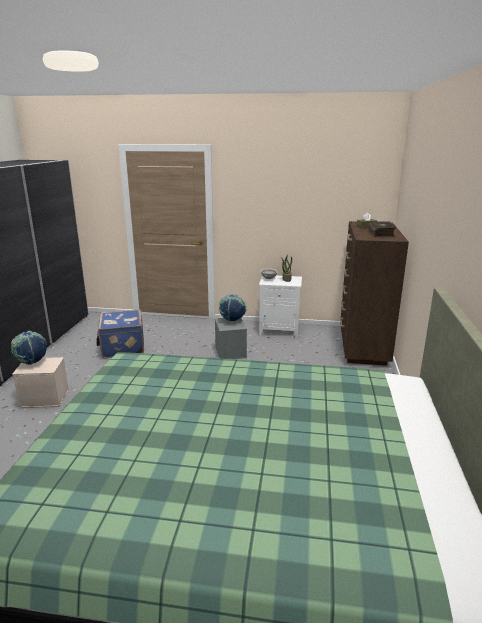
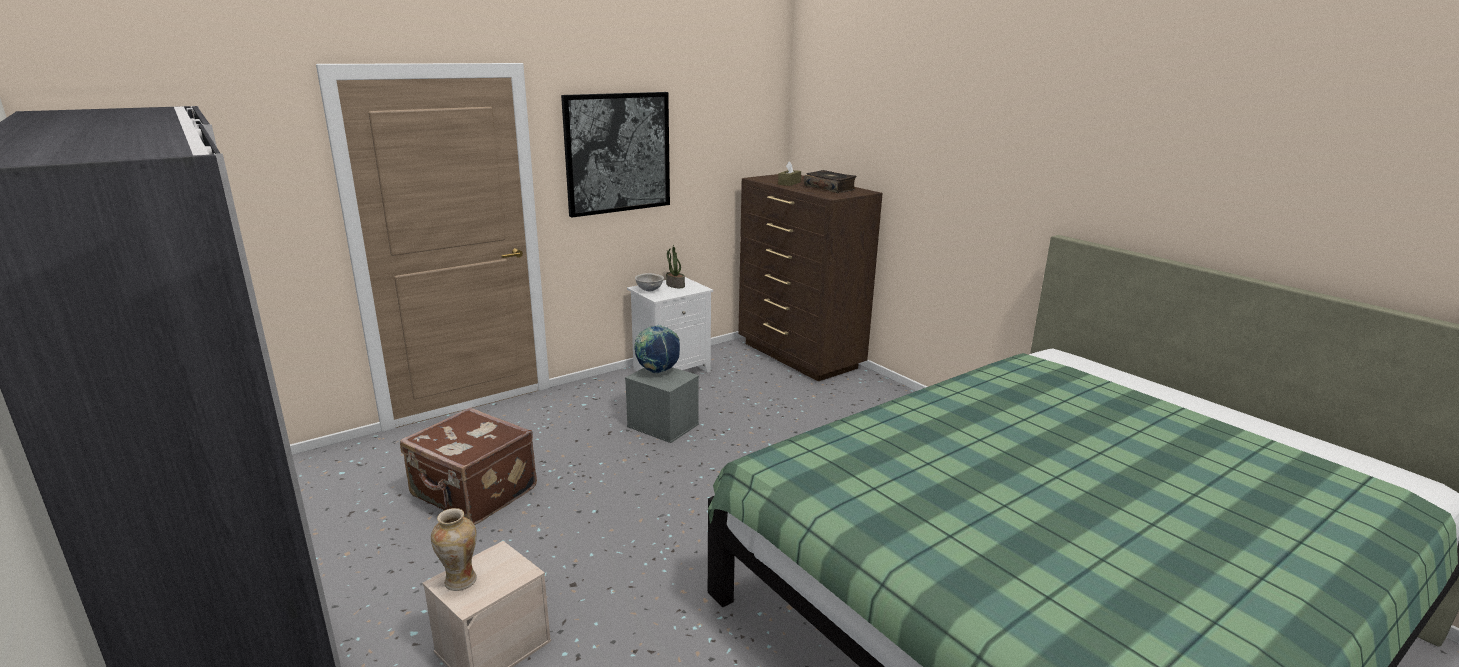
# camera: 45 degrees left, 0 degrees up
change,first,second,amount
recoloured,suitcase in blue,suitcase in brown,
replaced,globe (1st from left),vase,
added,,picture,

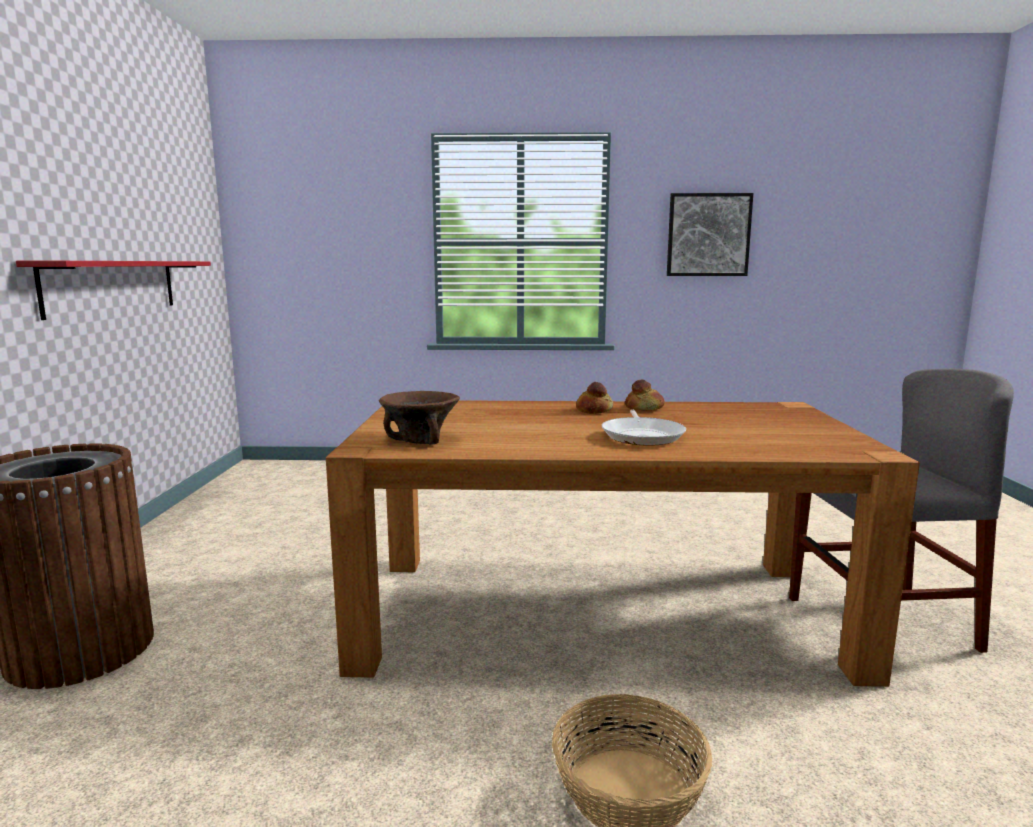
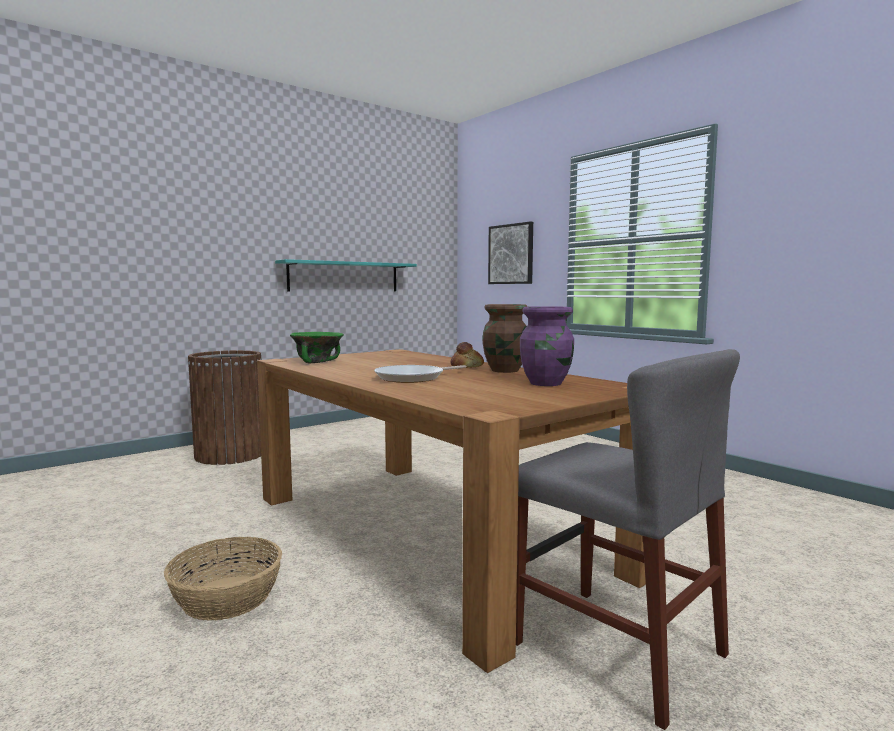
# camera: 50 degrees right, 5 degrees down
change,first,second,amount
recoloured,shelf in red,shelf in turquoise,
recoloured,bowl in brown,bowl in green,
replaced,bread (2nd from left),vase in brown,
moved,picture,,
added,,vase in purple,

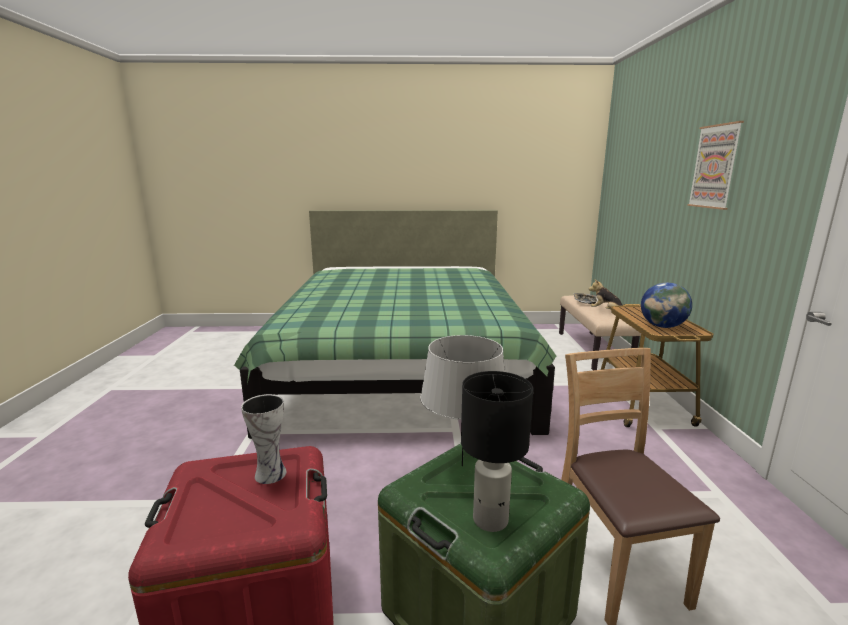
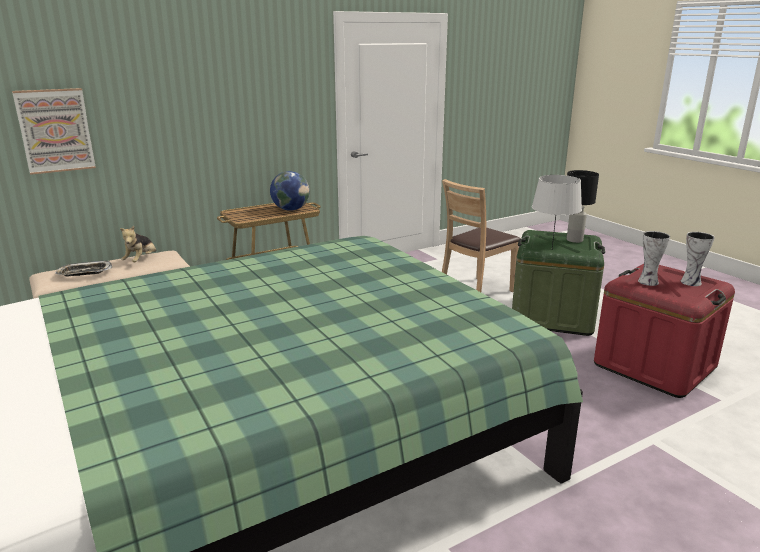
# camera: 120 degrees left, 5 degrees up
change,first,second,amount
moved,picture,,
added,,vase (2nd from left),

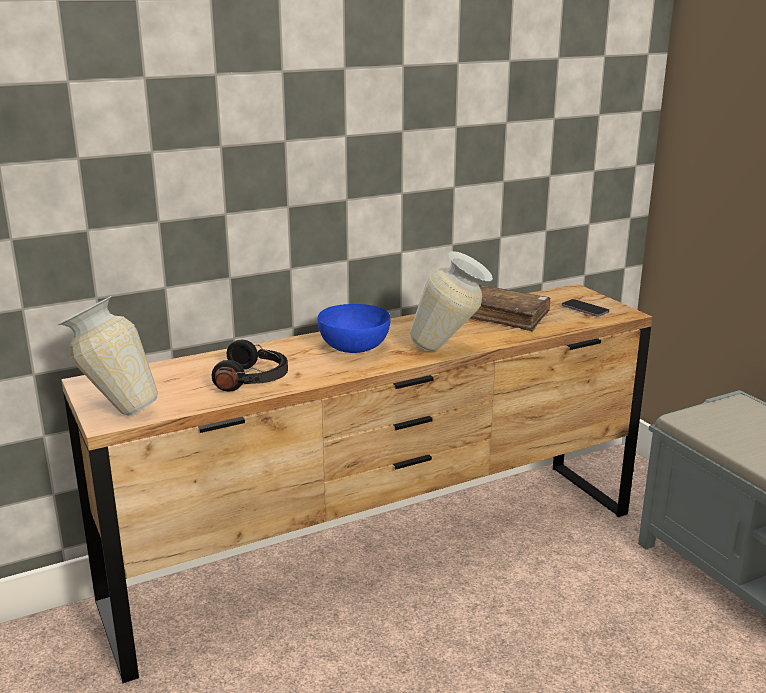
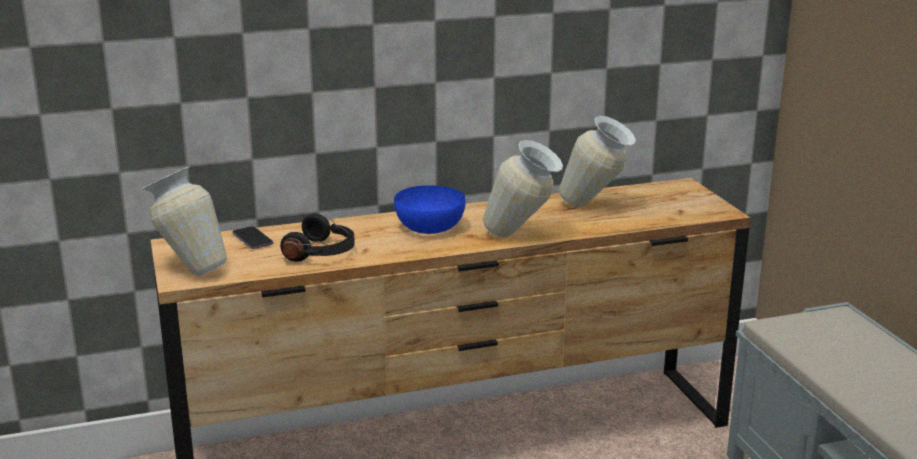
# camera: 10 degrees right, 0 degrees up
change,first,second,amount
moved,phone,,
replaced,book in brown,vase (3rd from left),

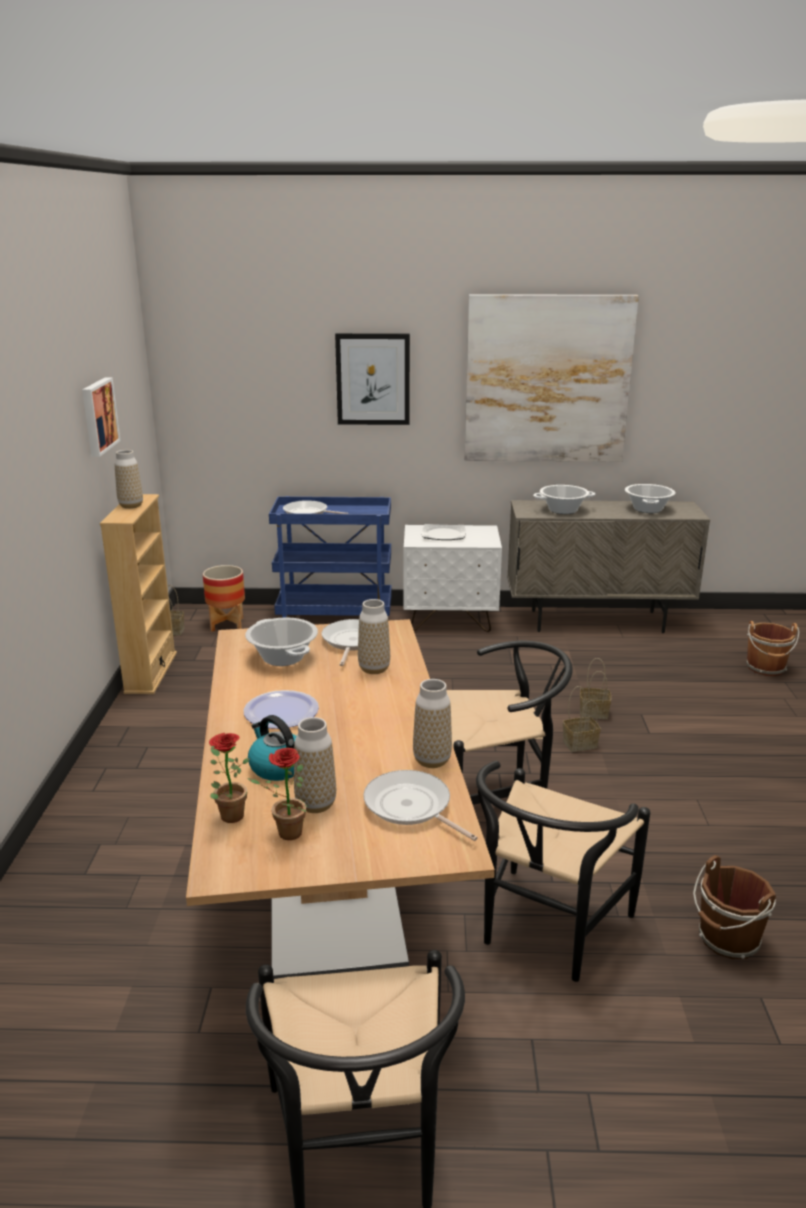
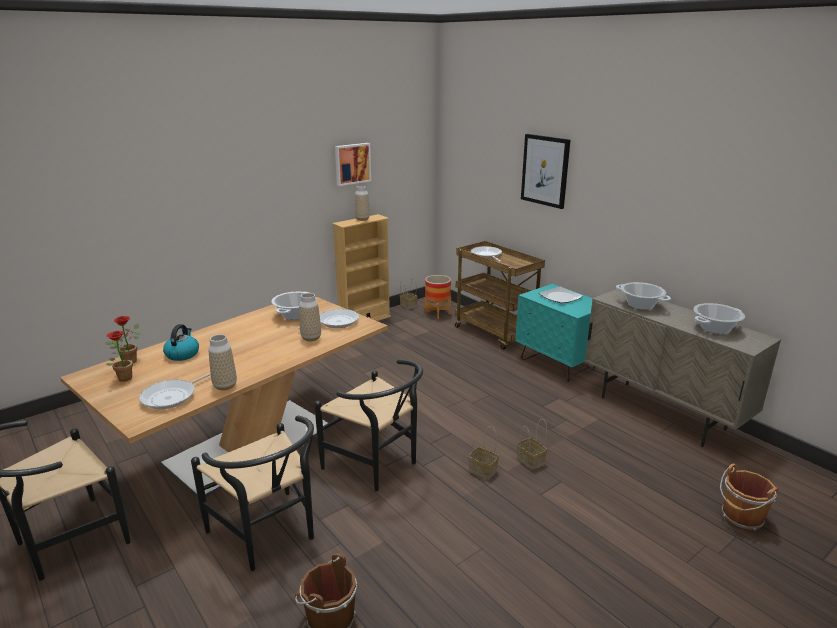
# camera: 50 degrees right, 0 degrees up
change,first,second,amount
turned,frying pan (3rd from left in the first image),frying pan (1st from left),150 degrees counterclockwise
turned,chair in black (3rd from left in the first image),chair in black (2nd from left),120 degrees counterclockwise
recoloured,cart in blue,cart in brown,
recoloured,nightstand in white,nightstand in turquoise,
removed,plate (1st from left),,
removed,vase (2nd from left),,
removed,picture (3rd from left),,

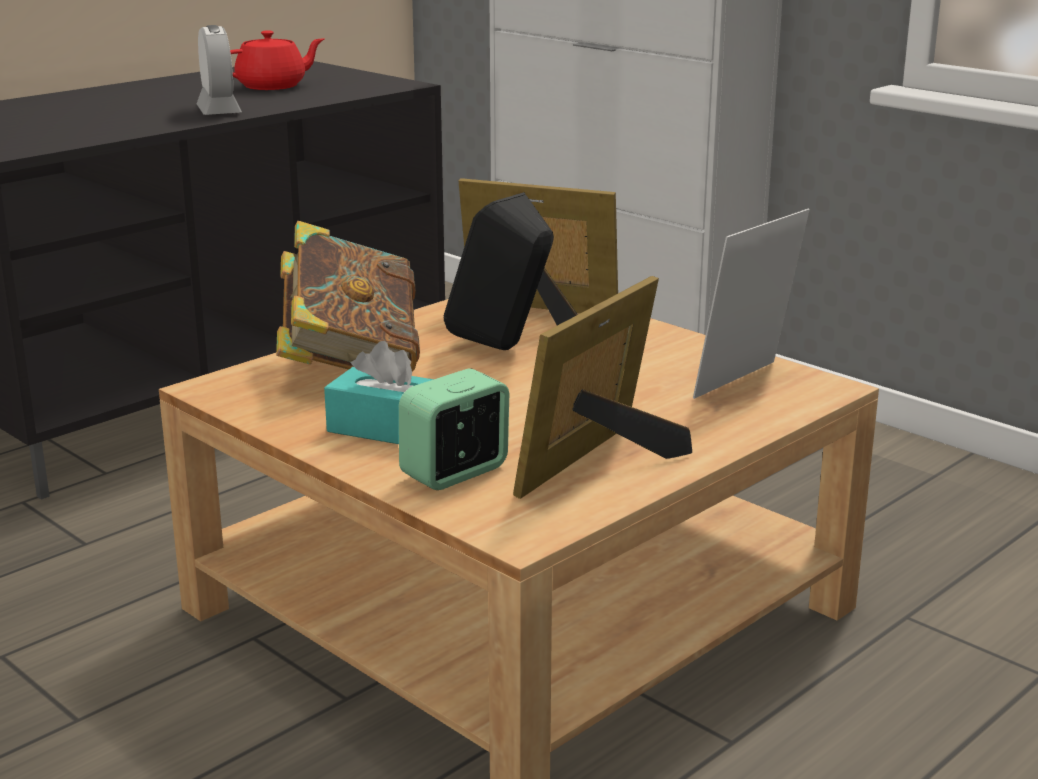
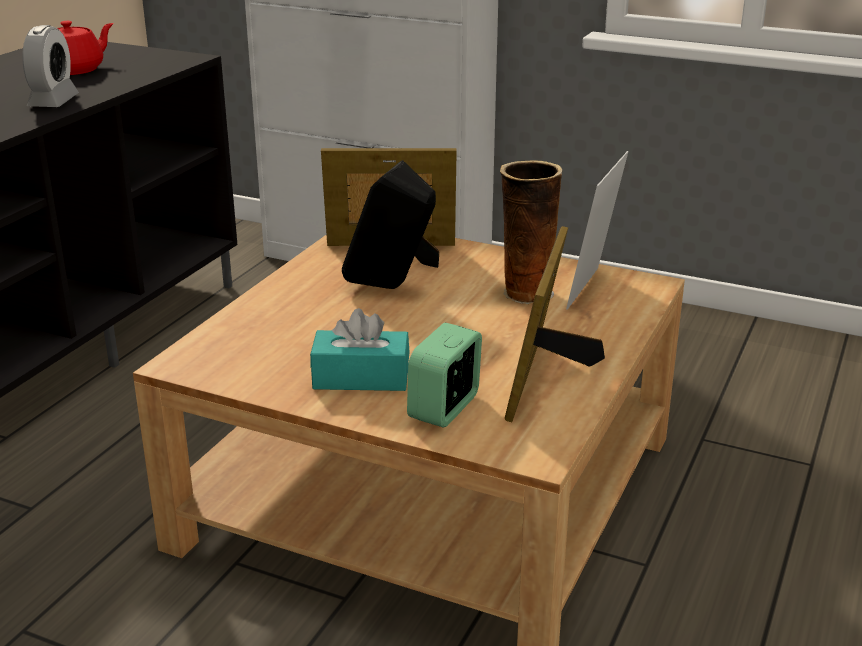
# camera: 20 degrees left, 5 degrees up
change,first,second,amount
turned,alarm clock (1st from left),,45 degrees clockwise
added,,vase,
removed,book,,

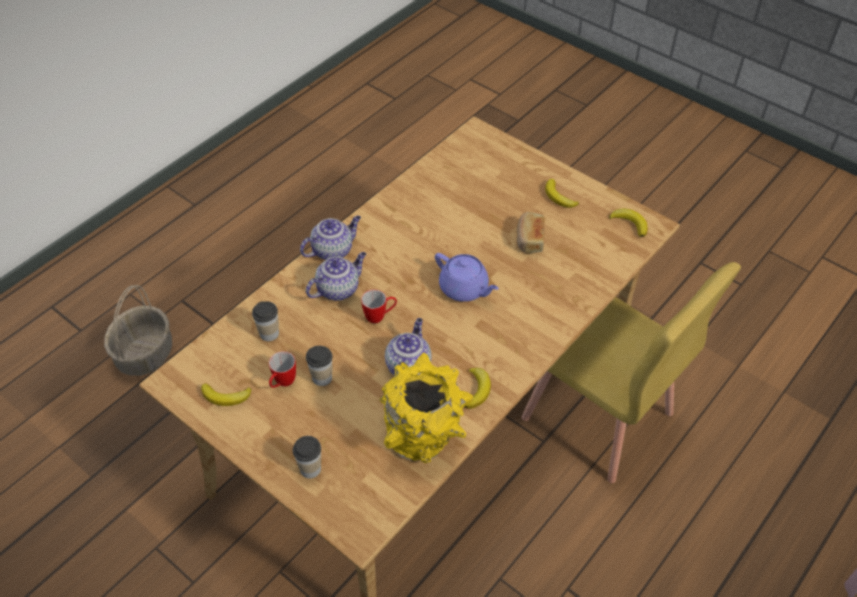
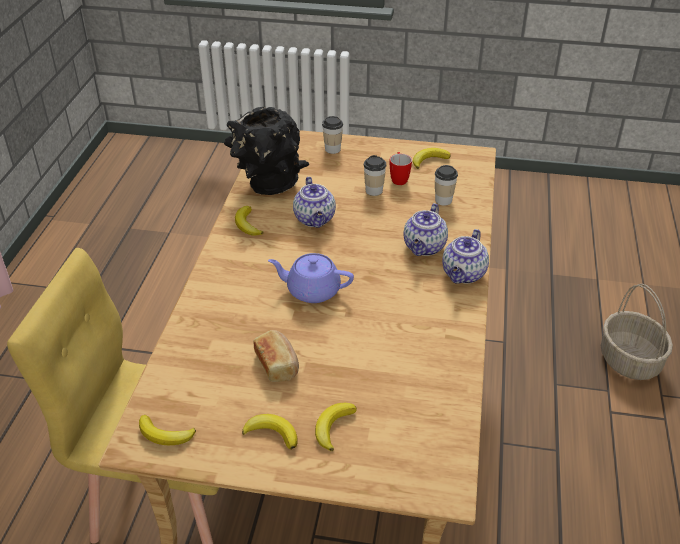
# camera: 150 degrees right, 10 degrees down
change,first,second,amount
recoloured,vase in yellow,vase in black,
added,,banana (4th from left),
removed,mug (2nd from left),,

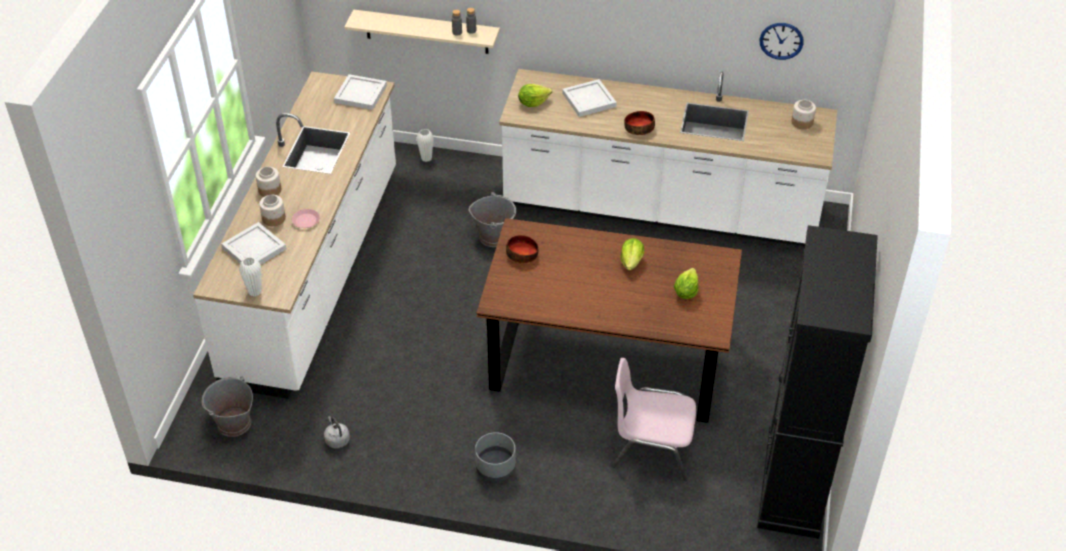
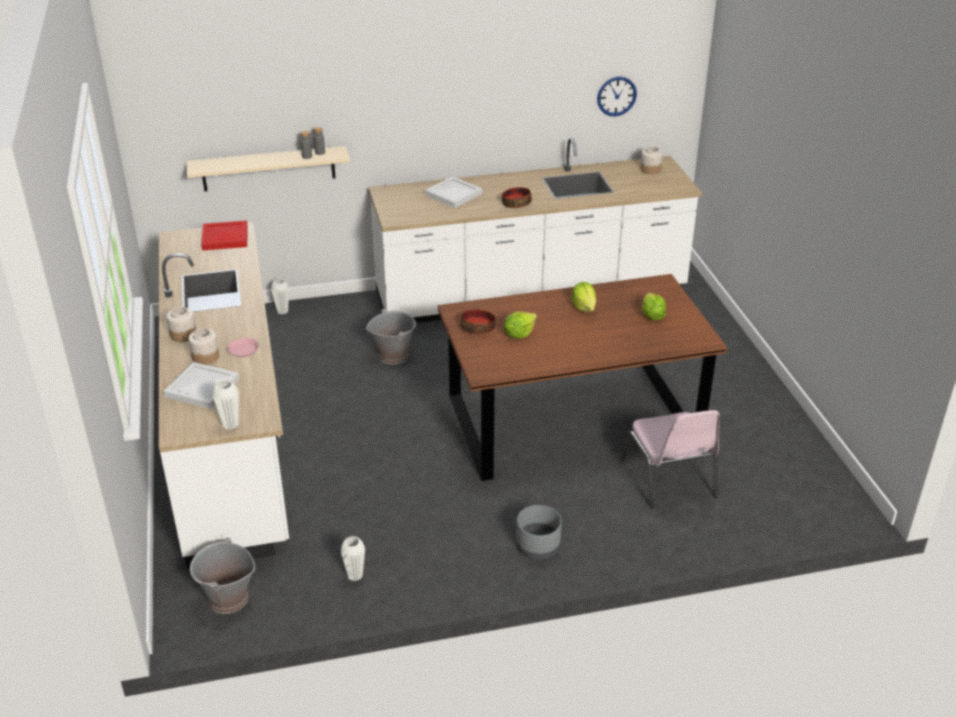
# camera: 25 degrees left, 10 degrees down
change,first,second,amount
recoloured,tray in white (2nd from left),tray in red,
replaced,kettle in grey,vase in white (3rd from left),
moved,lettuce (1st from left),,
turned,chair in pink,,90 degrees counterclockwise
removed,cabinet in black,,

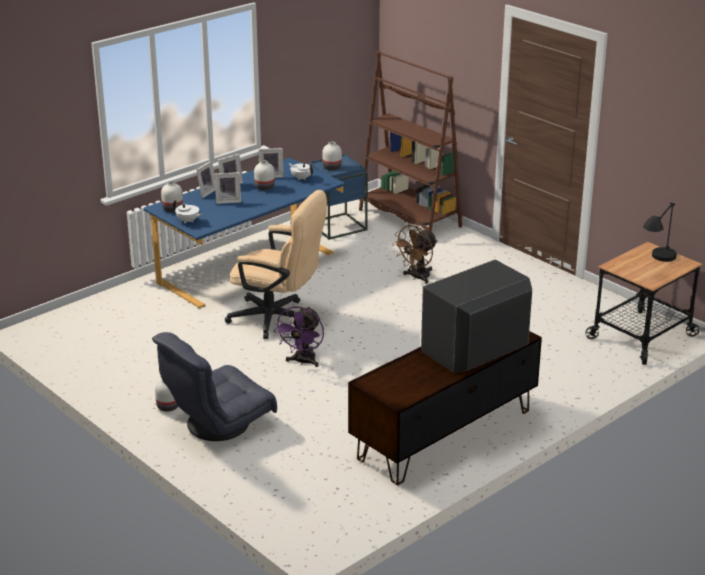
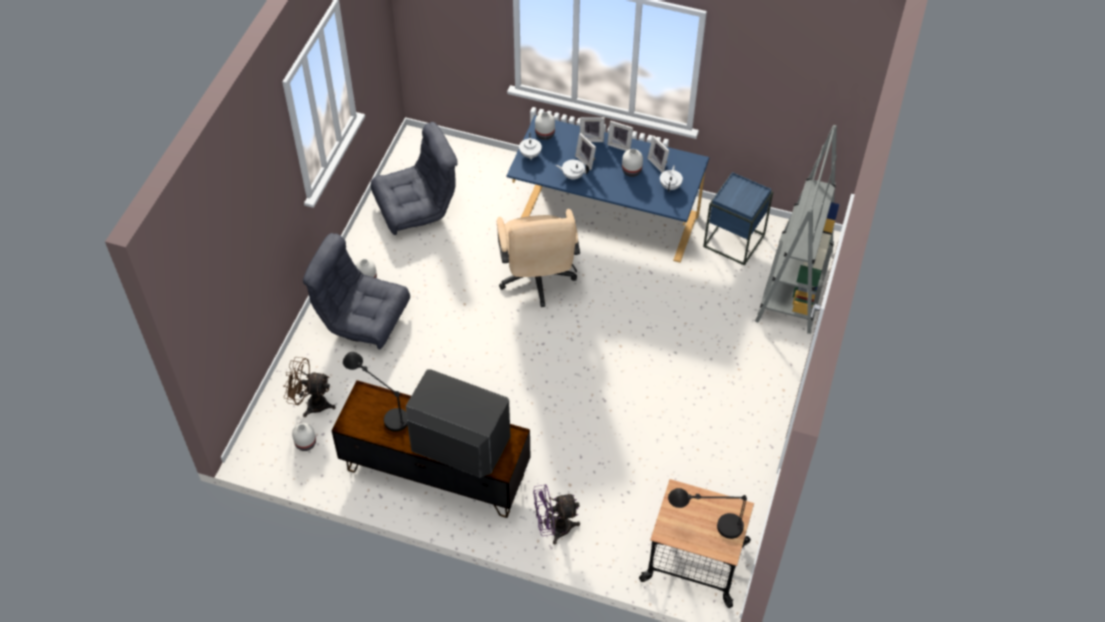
# camera: 60 degrees right, 25 degrees up
change,first,second,amount
moved,fan in brown,,
moved,vase in white (4th from left in the first image),vase in white (1st from left),
added,,table lamp in black (1st from left),
added,,armchair in grey (2nd from left),
moved,fan in purple,,
added,,teapot in white (2nd from left),
recoloured,bookcase in brown,bookcase in grey,

